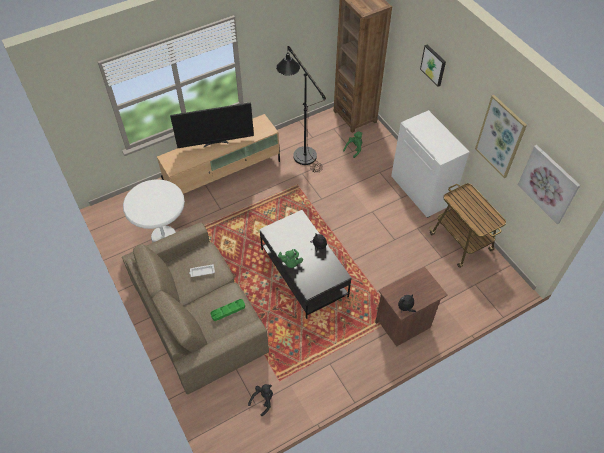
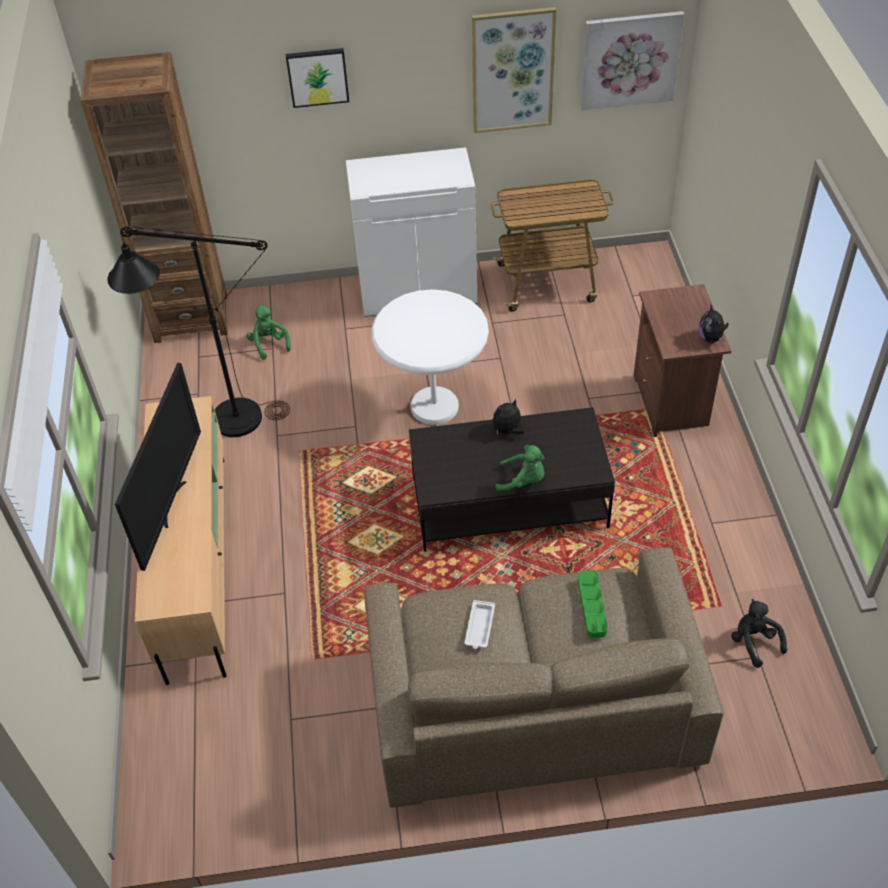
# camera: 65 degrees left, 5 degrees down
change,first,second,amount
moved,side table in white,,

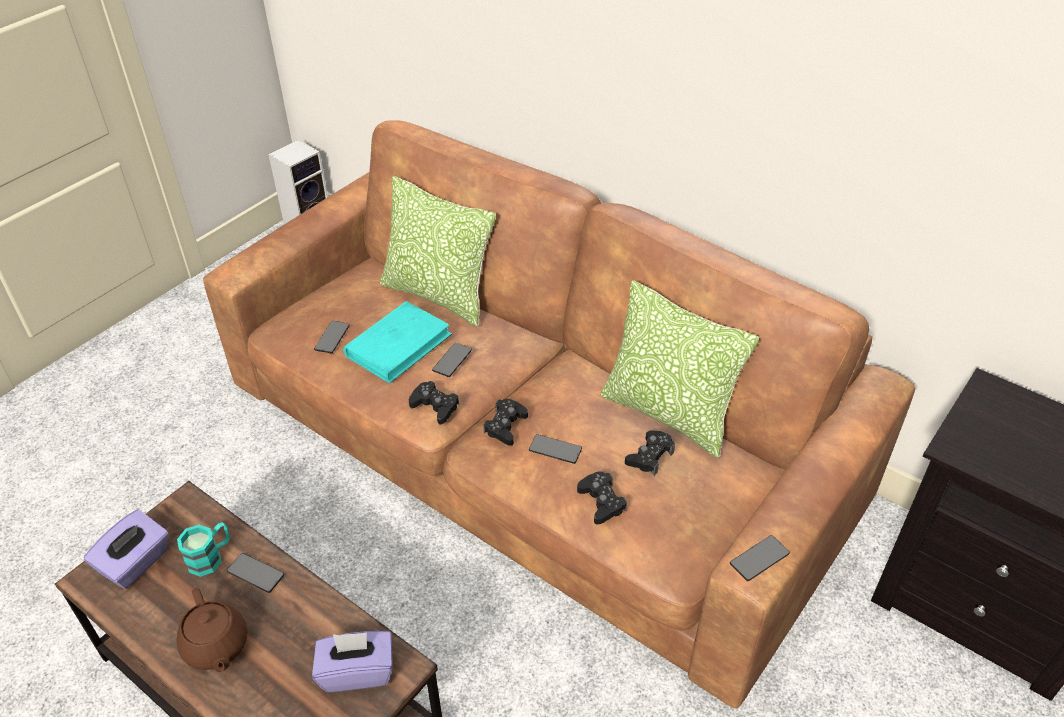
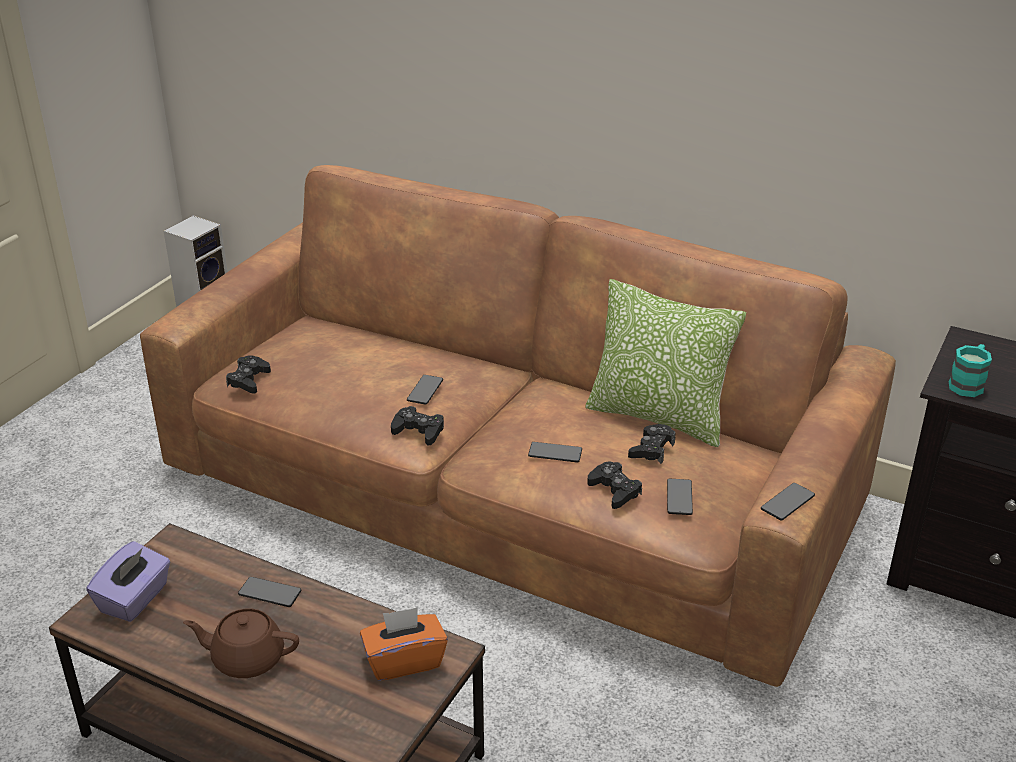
# camera: 10 degrees left, 10 degrees down
change,first,second,amount
turned,teapot in brown,,135 degrees clockwise
moved,game controller in black (2nd from left in the first image),game controller in black (1st from left),
recoloured,tissue box in purple (2nd from left),tissue box in orange,
moved,phone (2nd from left in the first image),phone (4th from left),
moved,mug in turquoise,,
removed,book in turquoise,,
removed,pillow (1st from left),,

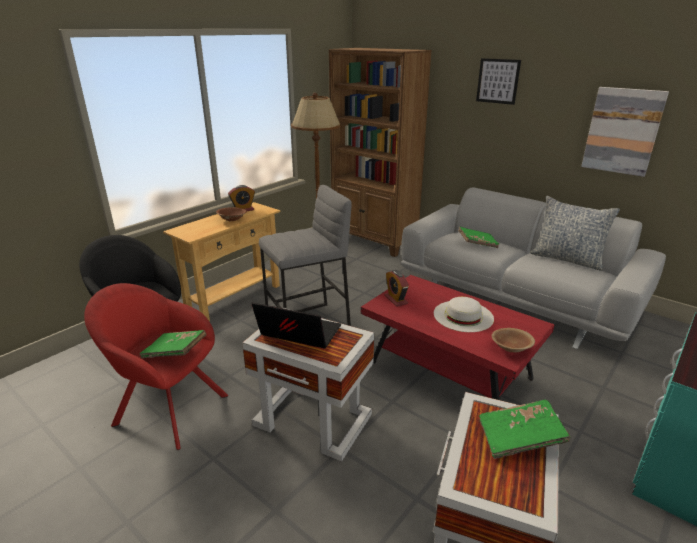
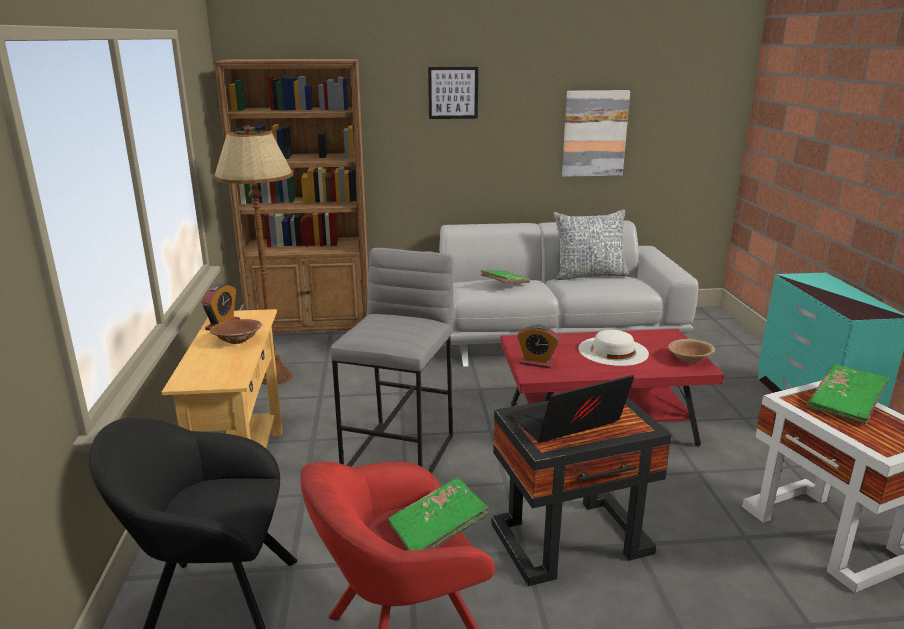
# camera: 45 degrees left, 5 degrees down
change,first,second,amount
recoloured,side table in white (1st from left),side table in black,

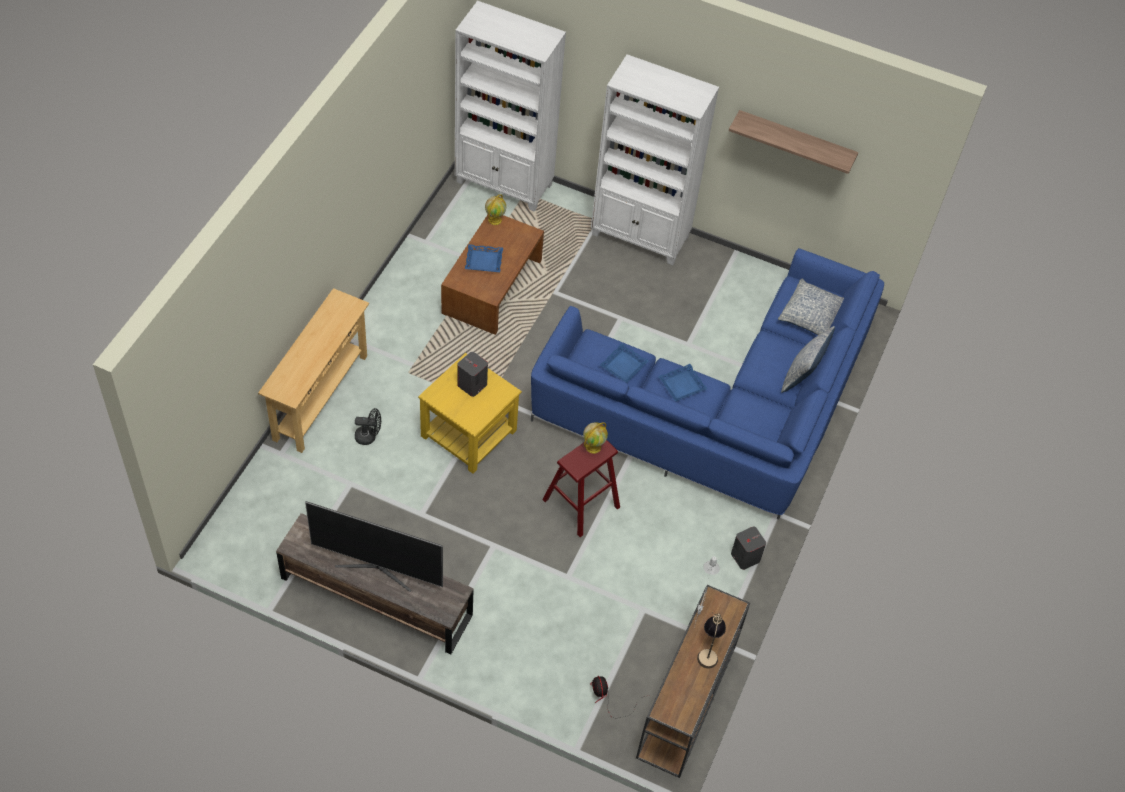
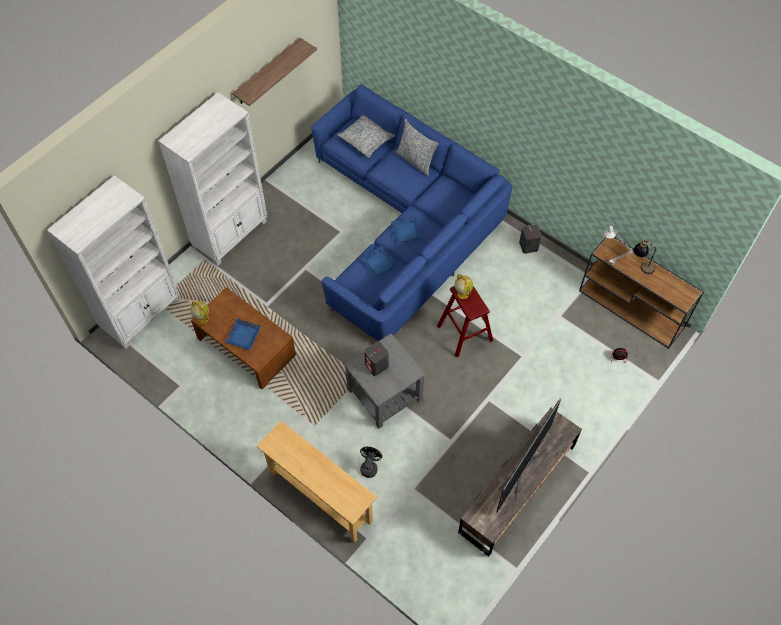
# camera: 70 degrees left, 5 degrees up
change,first,second,amount
recoloured,side table in yellow,side table in grey,

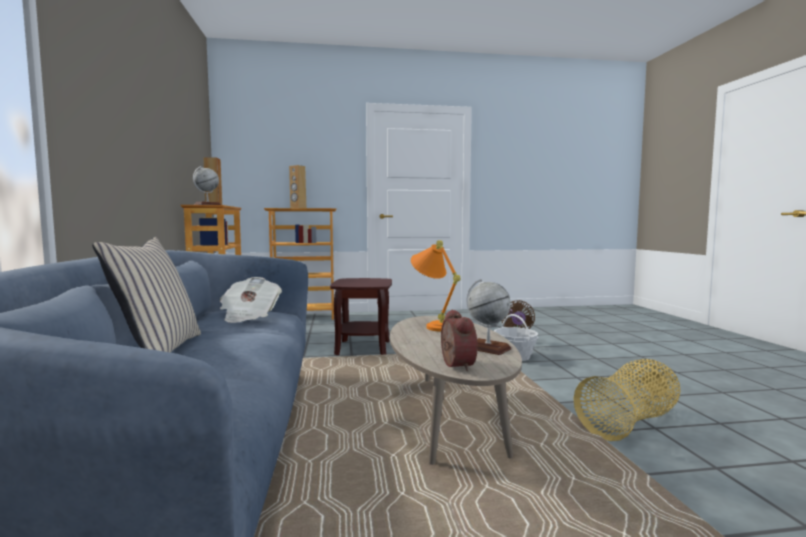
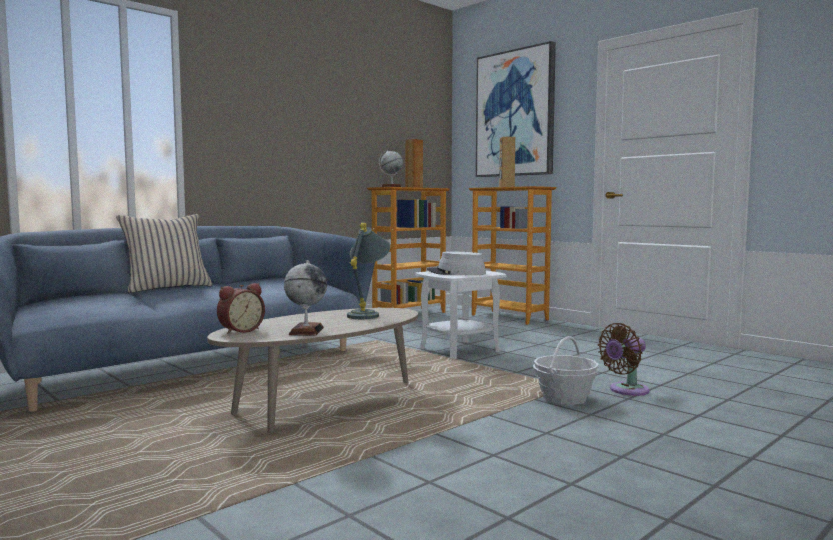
# camera: 55 degrees right, 0 degrees up
change,first,second,amount
recoloured,table lamp in orange,table lamp in grey,
recoloured,side table in brown,side table in white,
added,,hat in grey,
added,,picture,
removed,newspaper,,
removed,basket (2nd from left),,

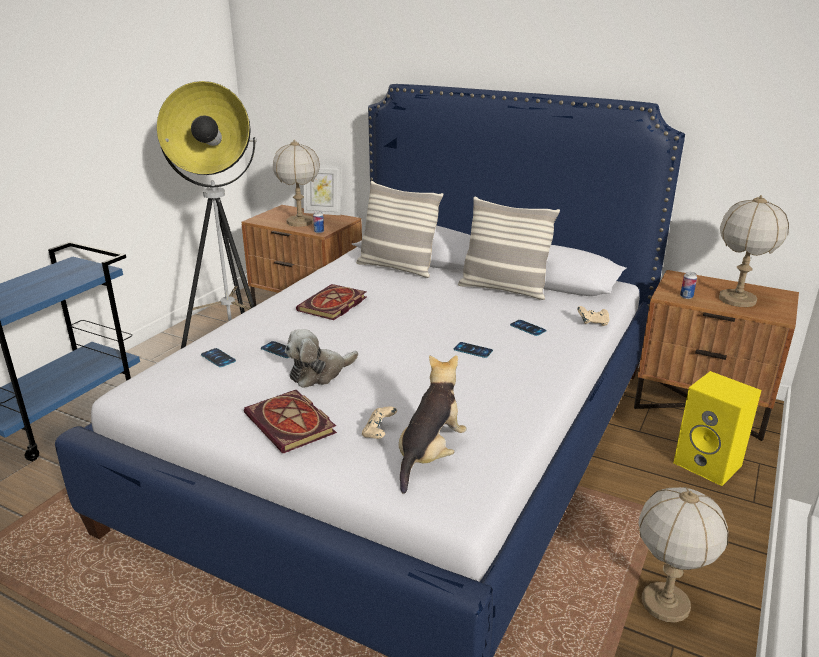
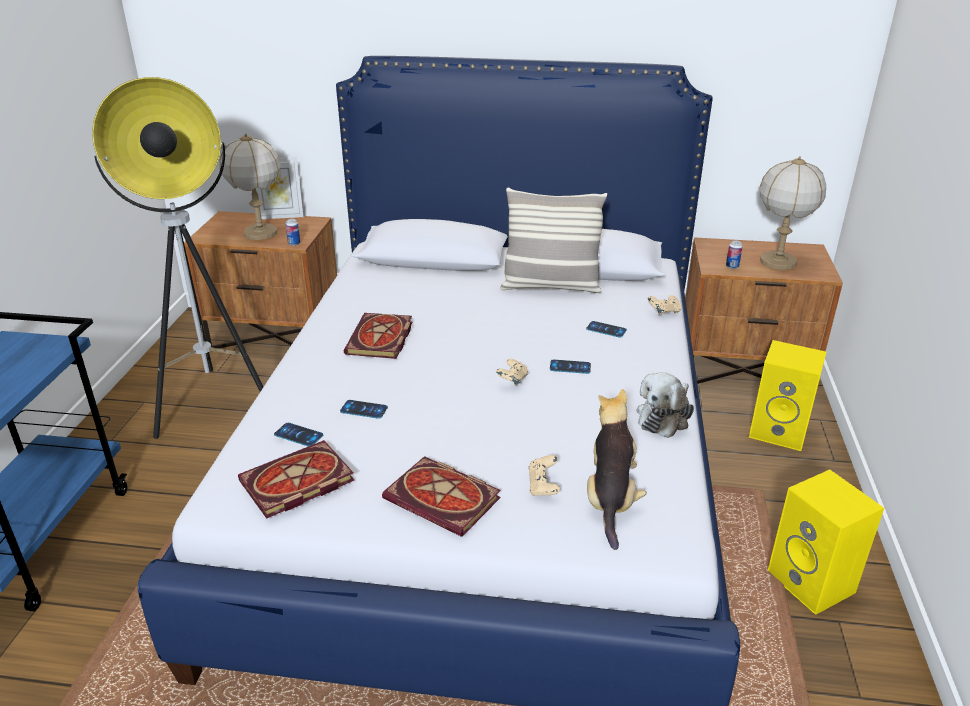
# camera: 20 degrees left, 5 degrees up
change,first,second,amount
added,,book (1st from left),
added,,game controller in beige (1st from left),
moved,plush toy (1st from left in the first image),plush toy (2nd from left),
replaced,table lamp (2nd from left),speaker in yellow (2nd from left),
removed,pillow (1st from left),,

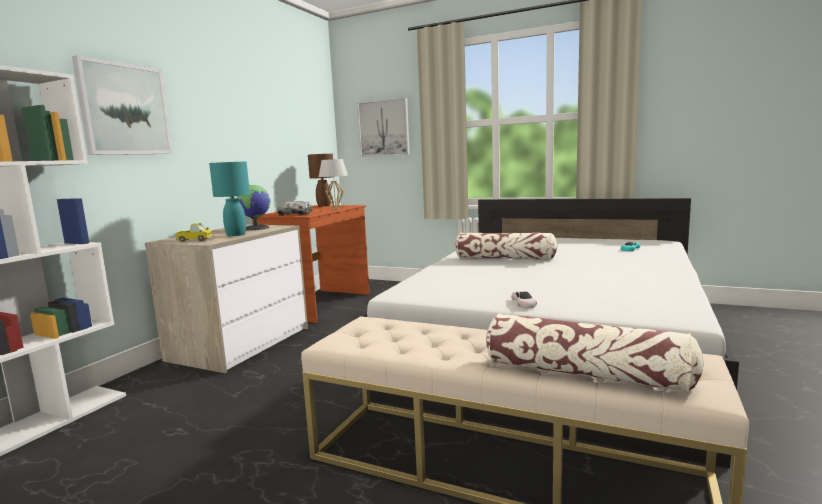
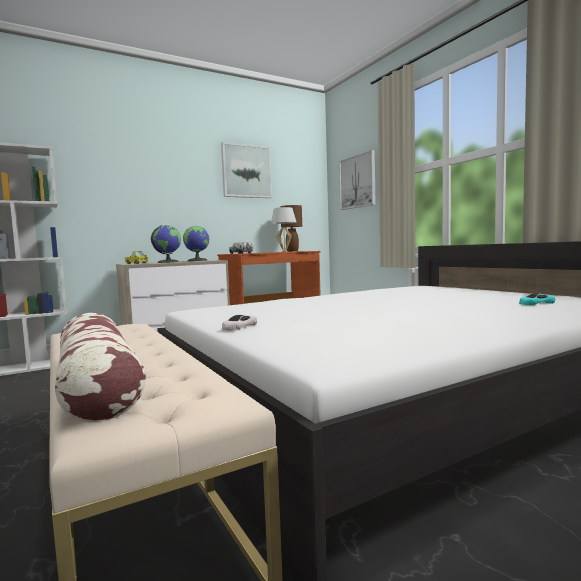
# camera: 35 degrees right, 5 degrees down
change,first,second,amount
replaced,table lamp in turquoise,globe (1st from left),
moved,picture (1st from left),,
removed,pillow (1st from left),,

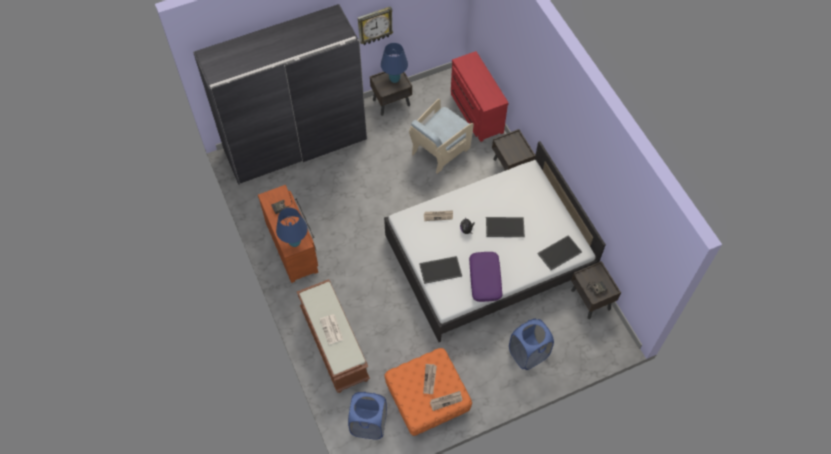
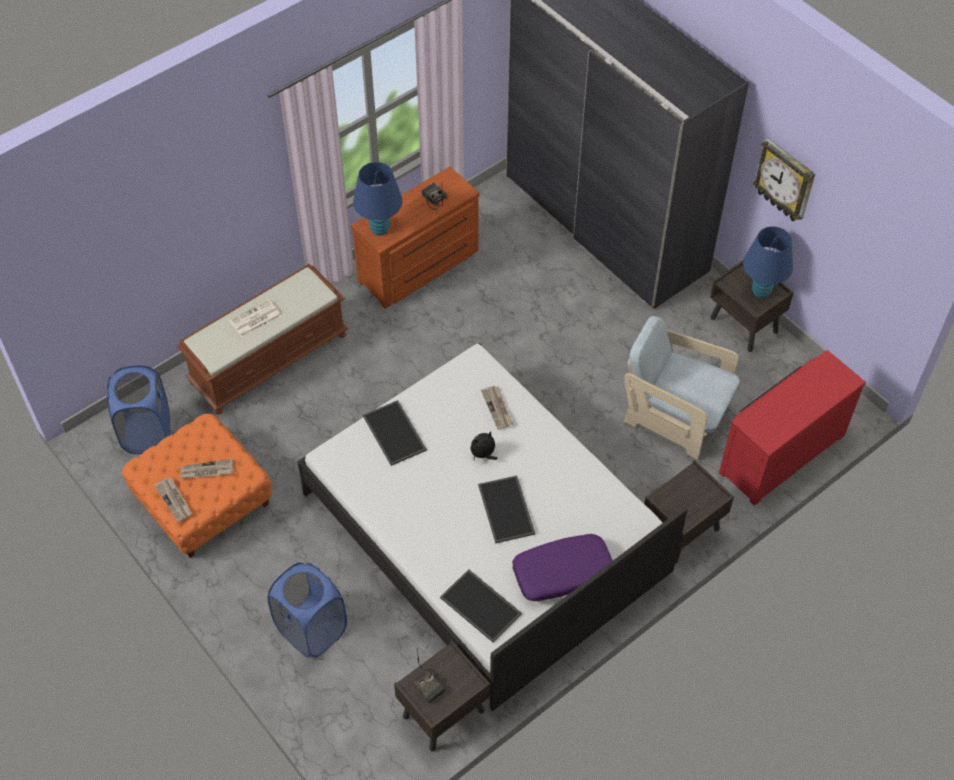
# camera: 75 degrees right, 5 degrees down
change,first,second,amount
moved,pillow in purple,,

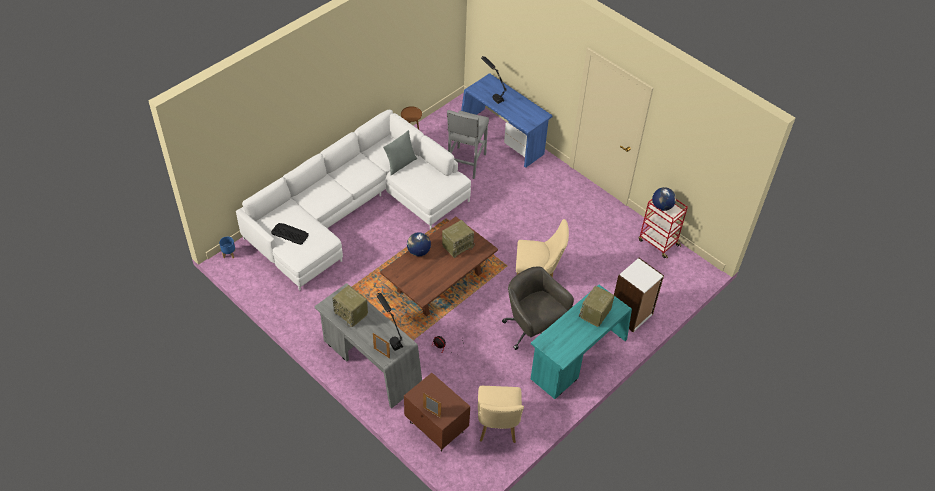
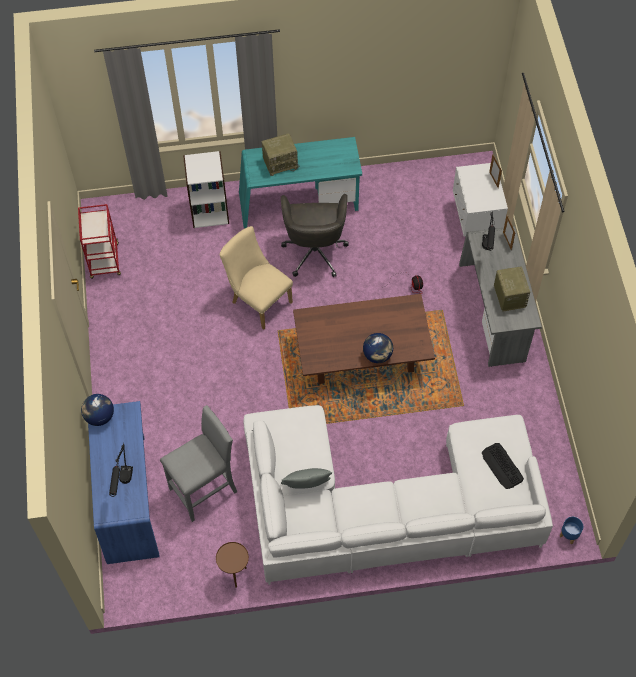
# camera: 140 degrees left, 10 degrees up
change,first,second,amount
moved,globe (2nd from left in the first image),globe (1st from left),
recoloured,nightstand in brown,nightstand in white,
removed,radio (2nd from left),,
removed,chair in beige (1st from left),,

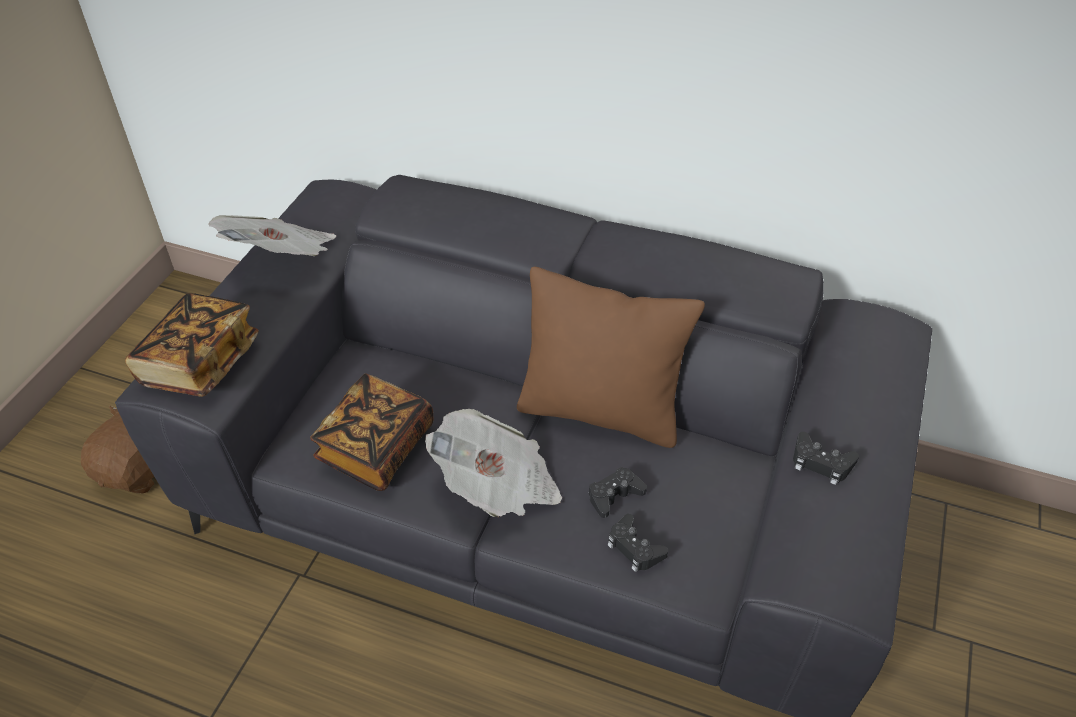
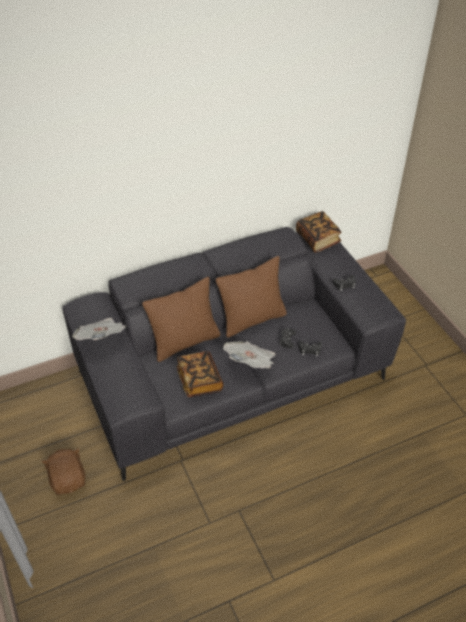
# camera: 45 degrees left, 0 degrees up
change,first,second,amount
added,,pillow in brown (1st from left),
moved,book (1st from left in the first image),book (2nd from left),

